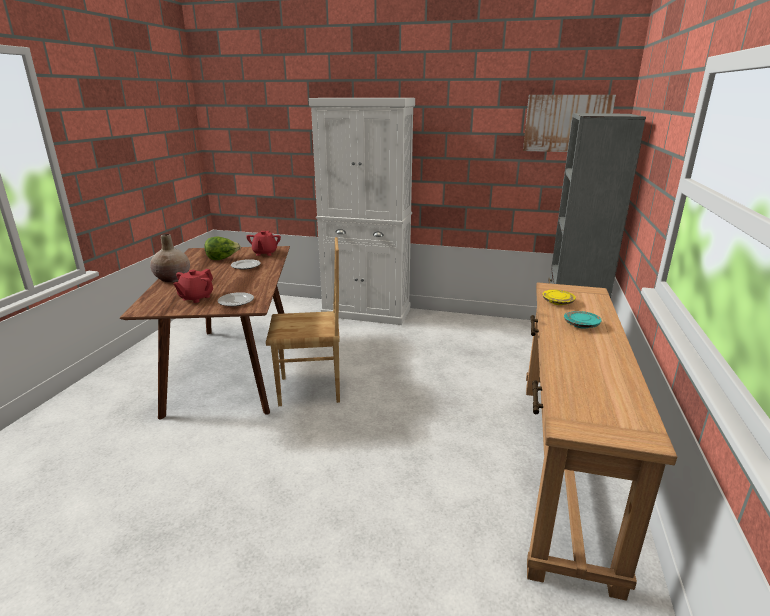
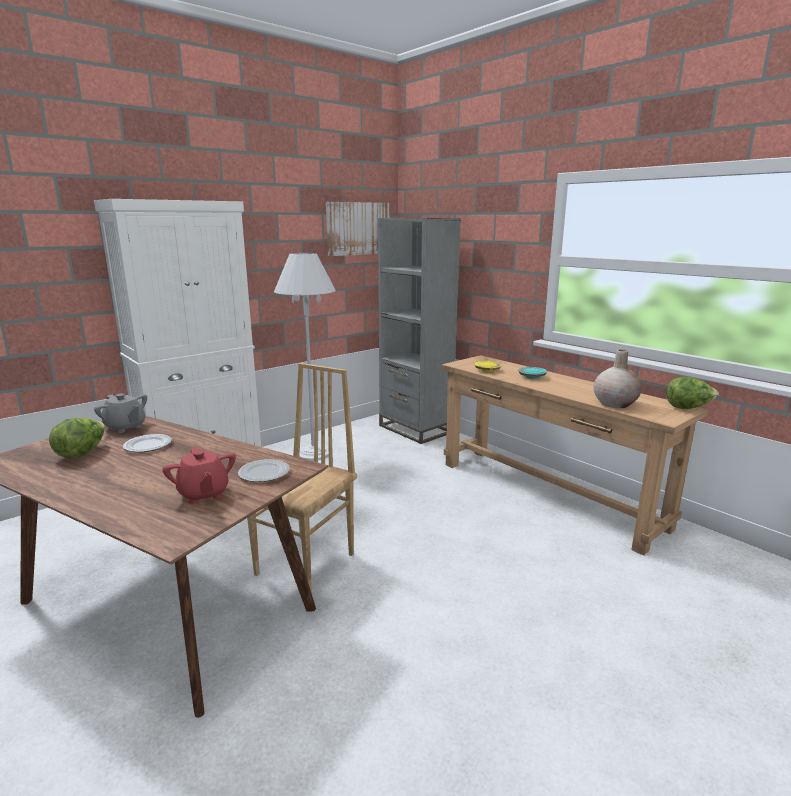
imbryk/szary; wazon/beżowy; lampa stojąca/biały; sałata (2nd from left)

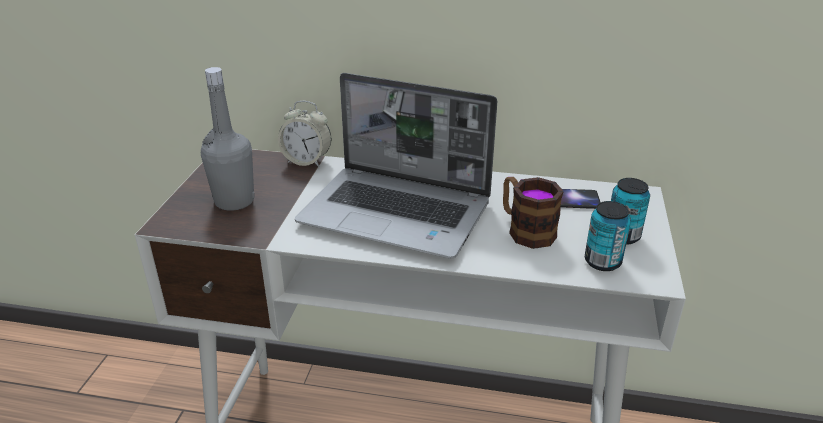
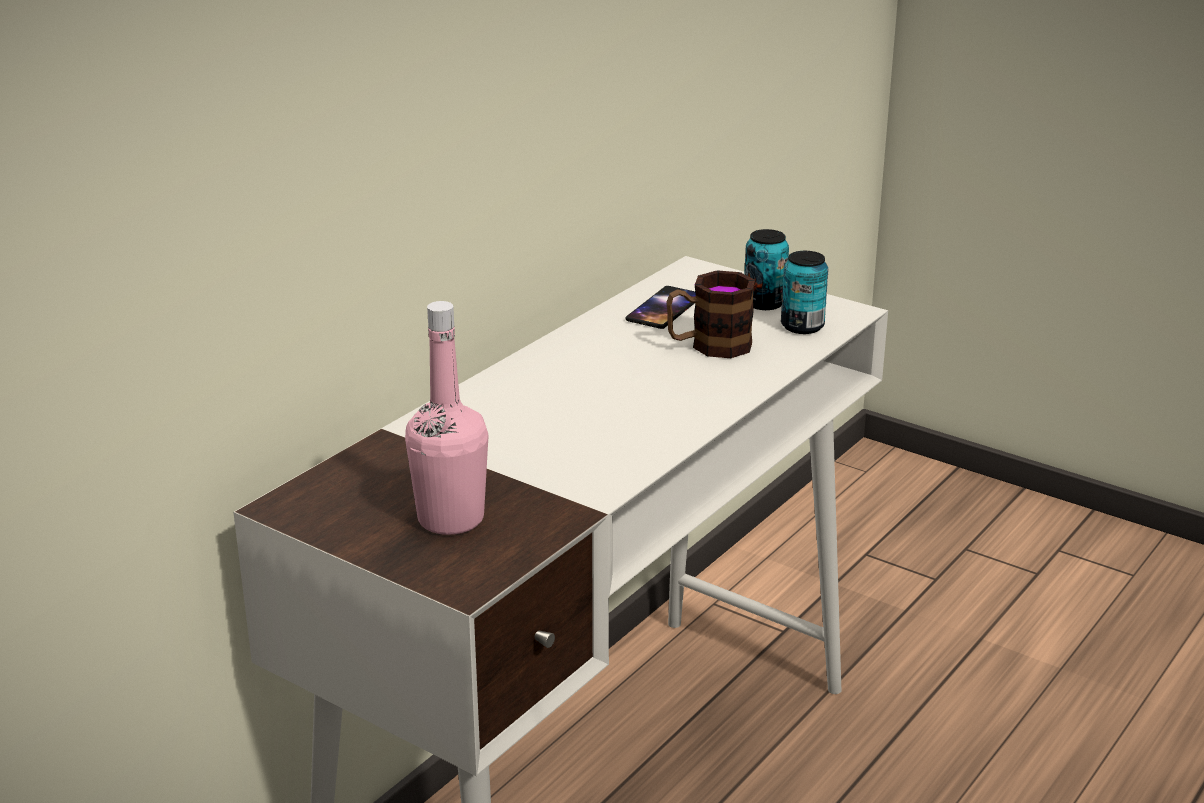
butelka/różowy; laptop; budzik

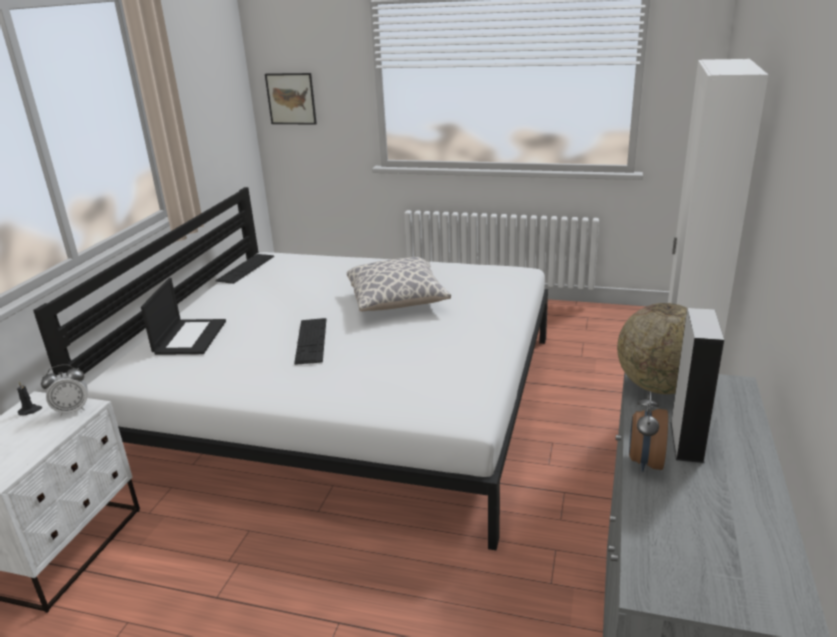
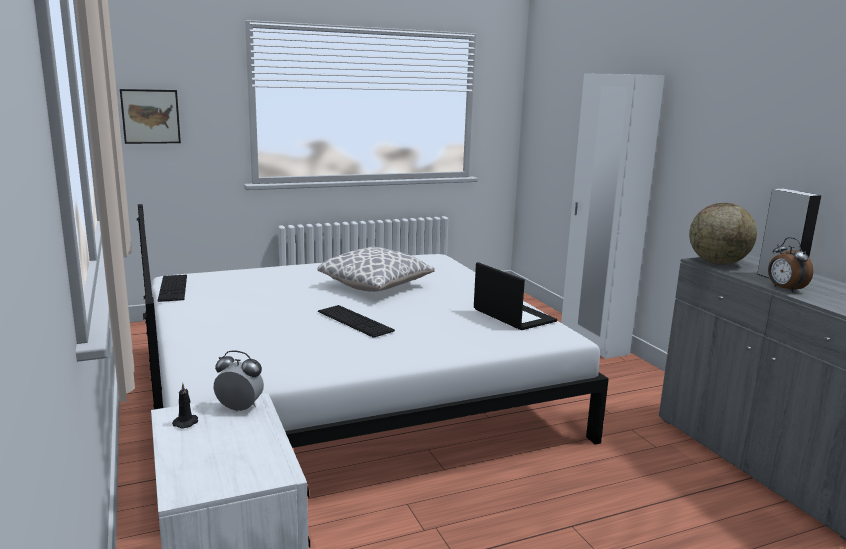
laptop; budzik (1st from left)

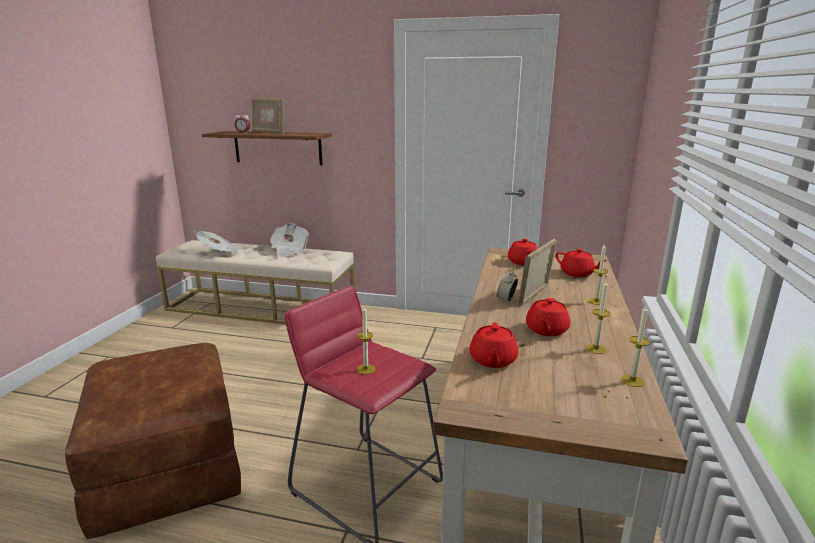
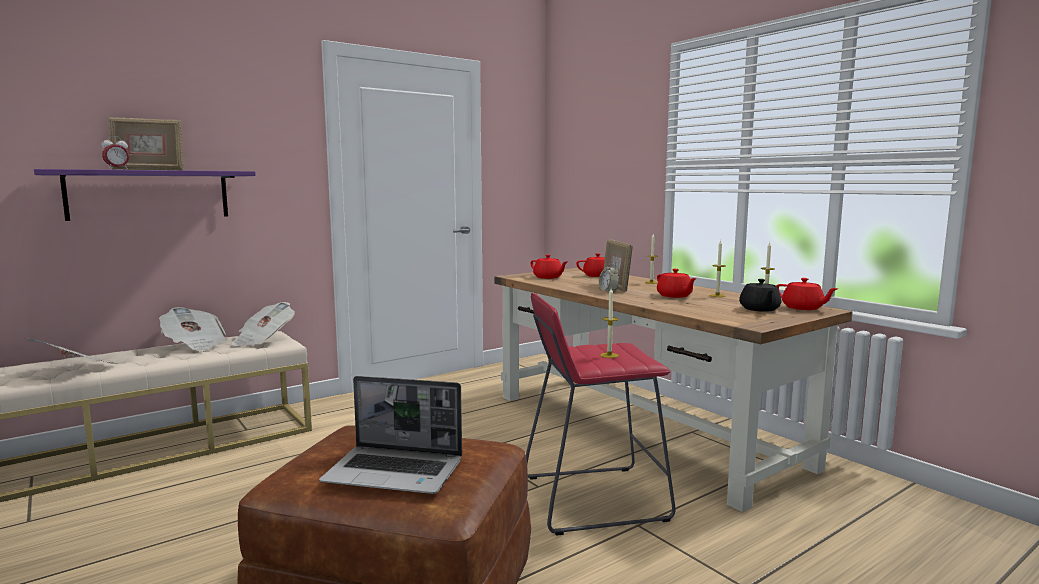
półka/fioletowy; imbryk/czerwony (4th from left); imbryk/czarny; gazeta (3rd from left); laptop

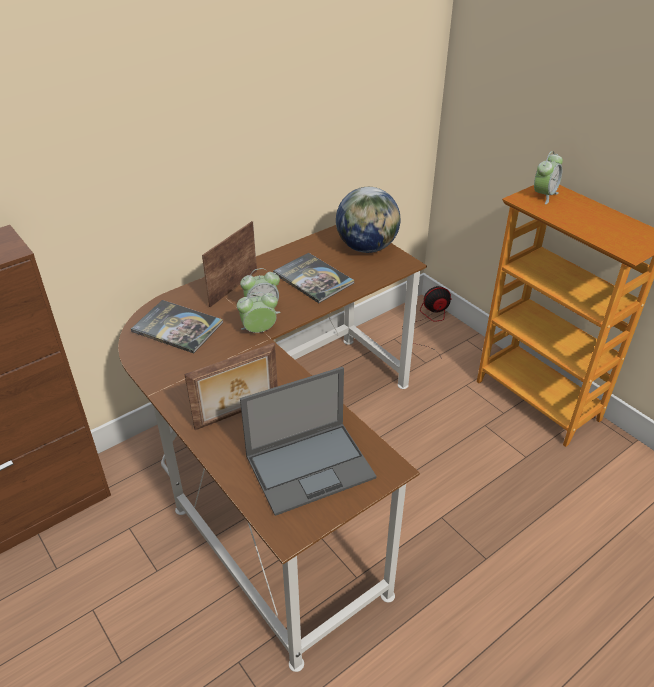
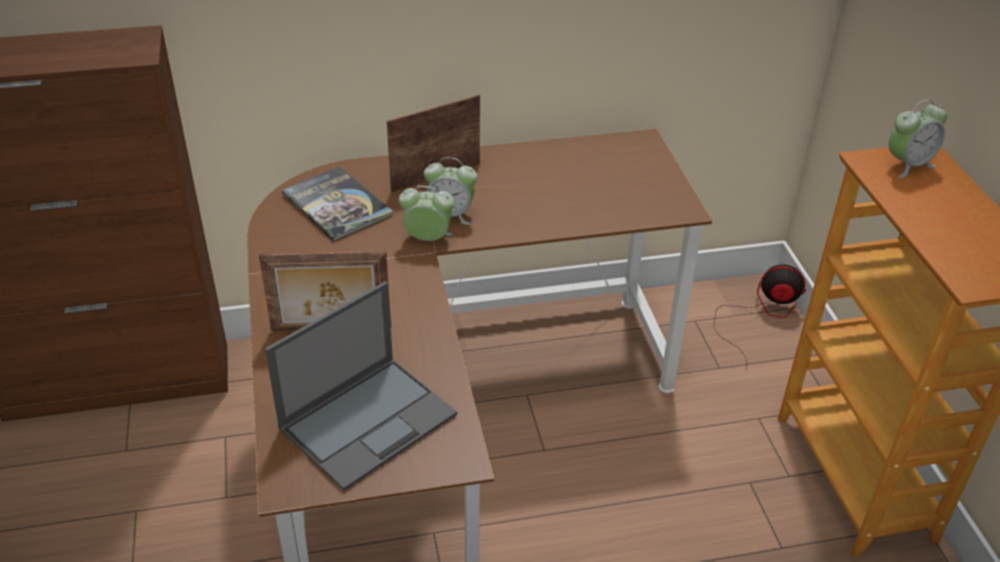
globus; książka (2nd from left in the first image); laptop

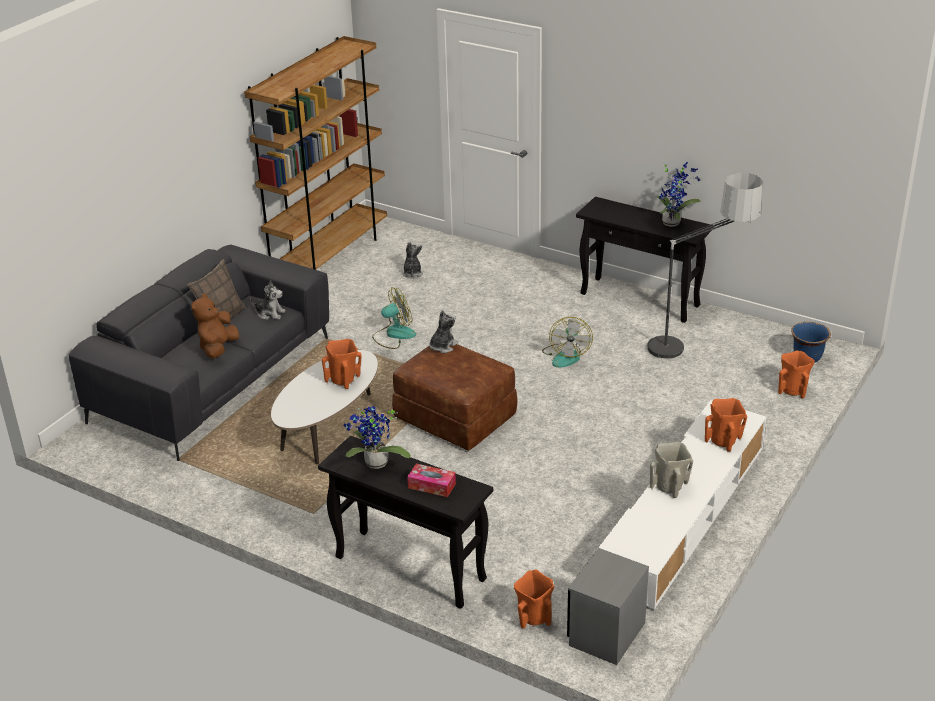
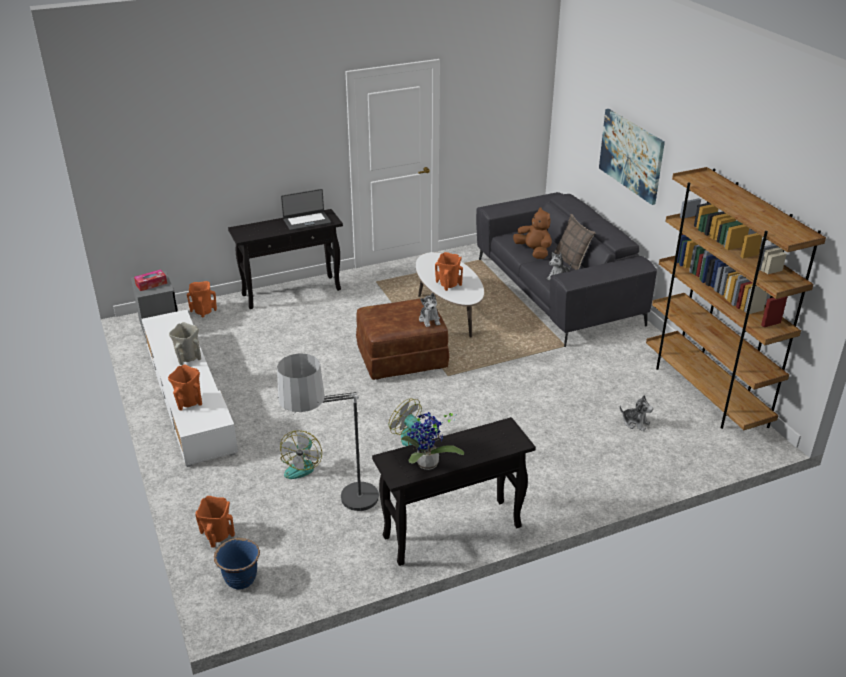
wentylator (1st from left); laptop; pudełko chusteczek; obraz

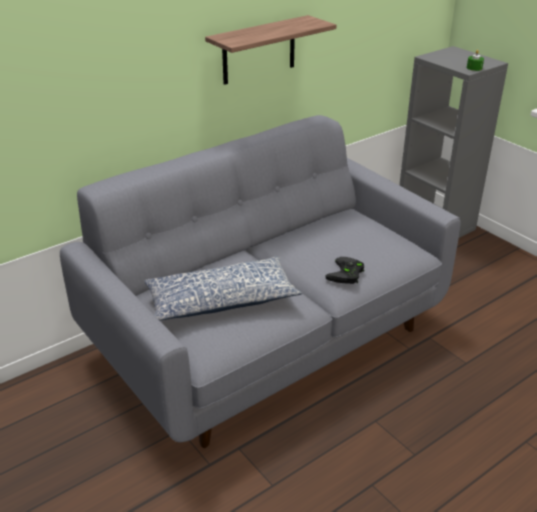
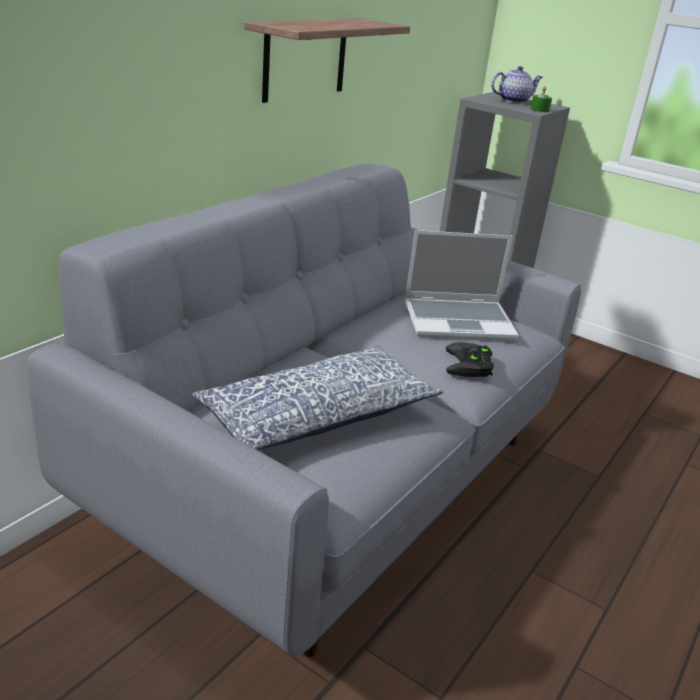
imbryk; laptop

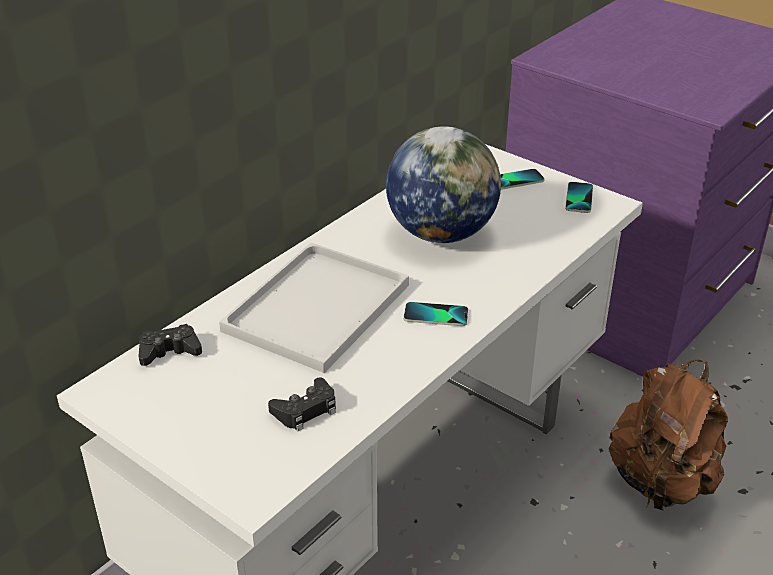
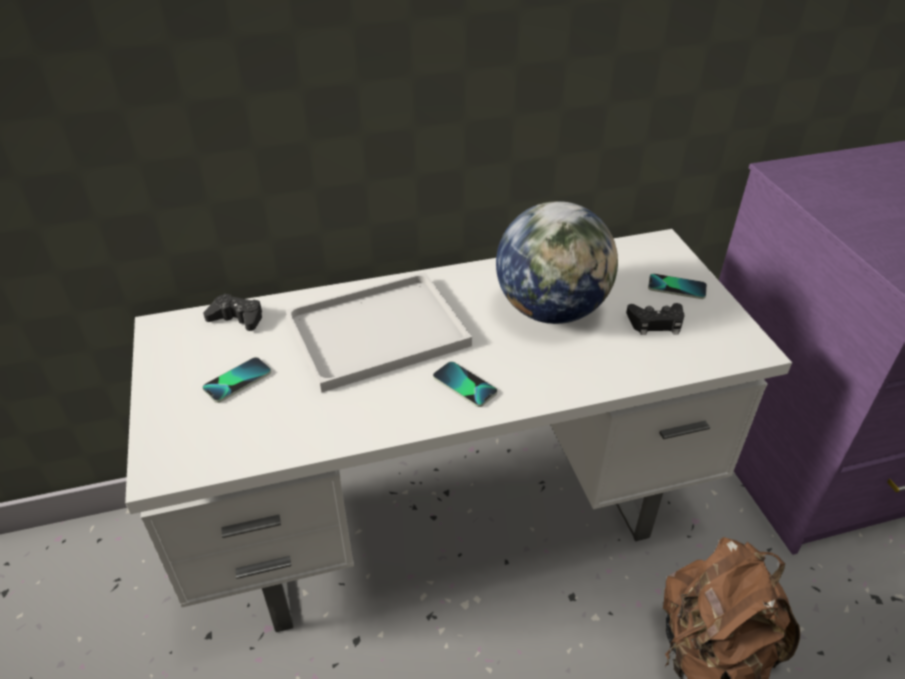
telefon (1st from left); pad do gier/czarny (2nd from left)

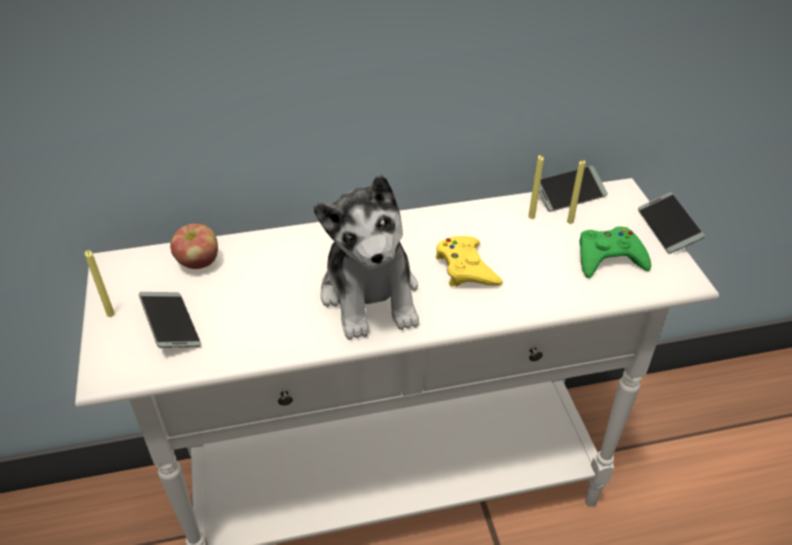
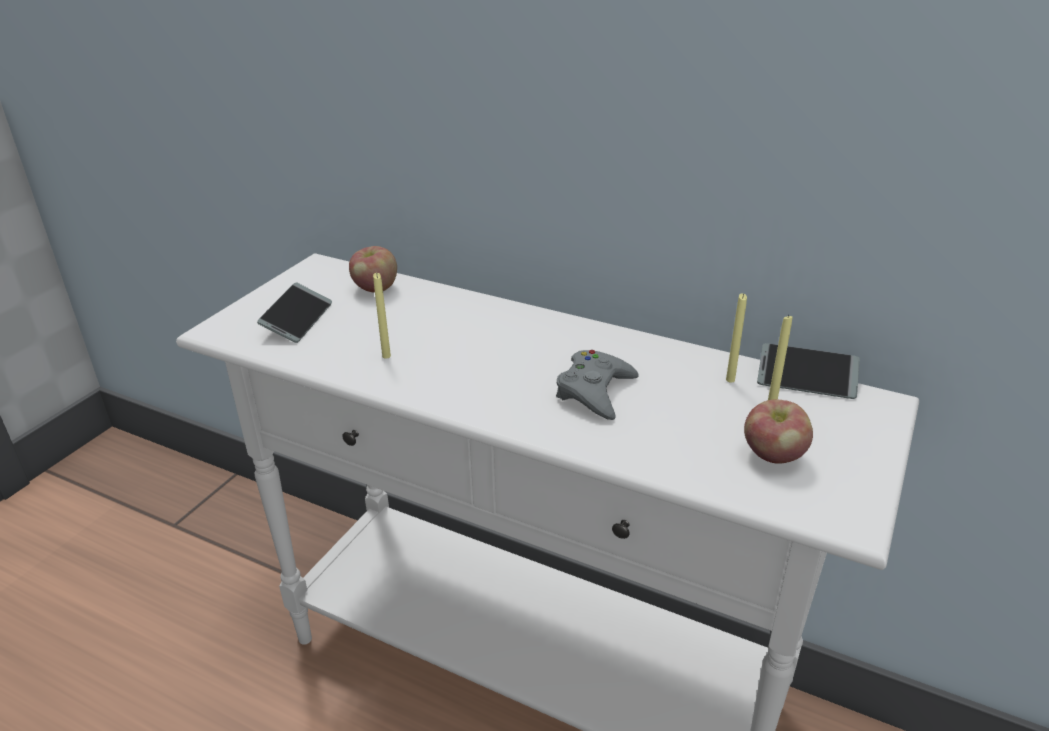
pluszak; telefon (3rd from left in the first image); jabłko (2nd from left); pad do gier/szary; świeca/żółty (1st from left)

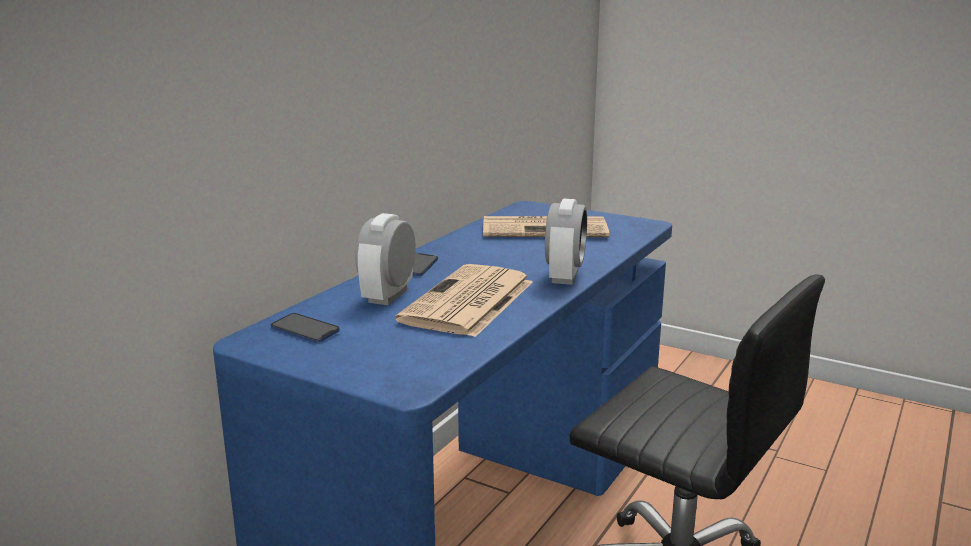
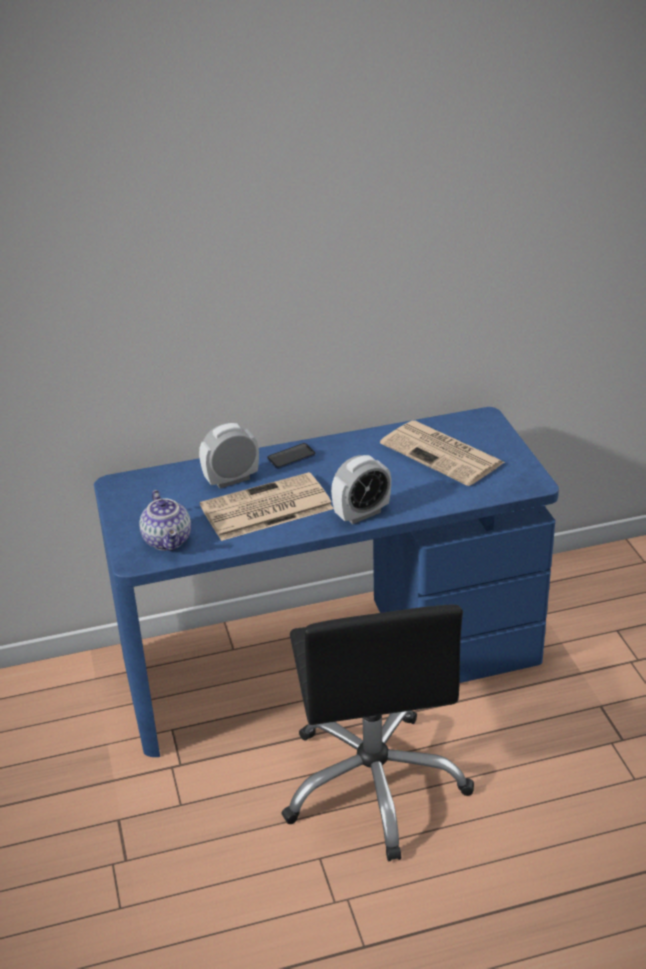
telefon (1st from left in the first image); imbryk

